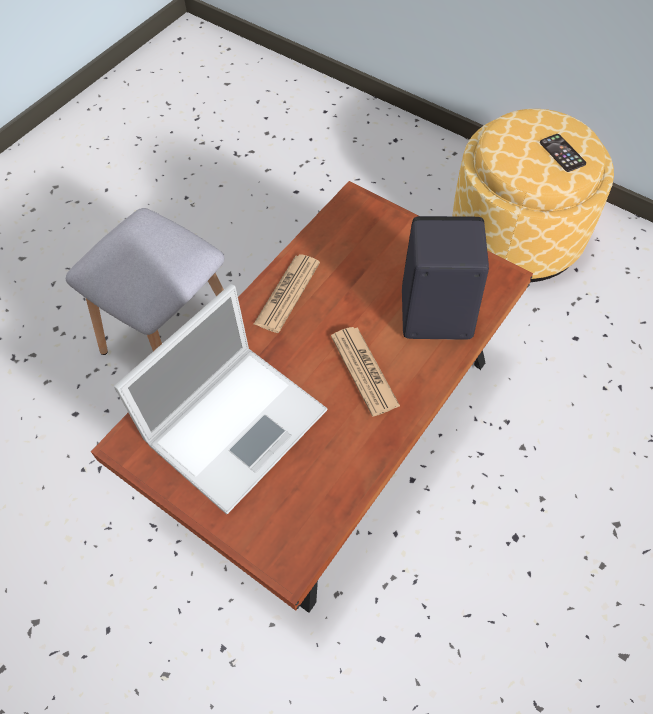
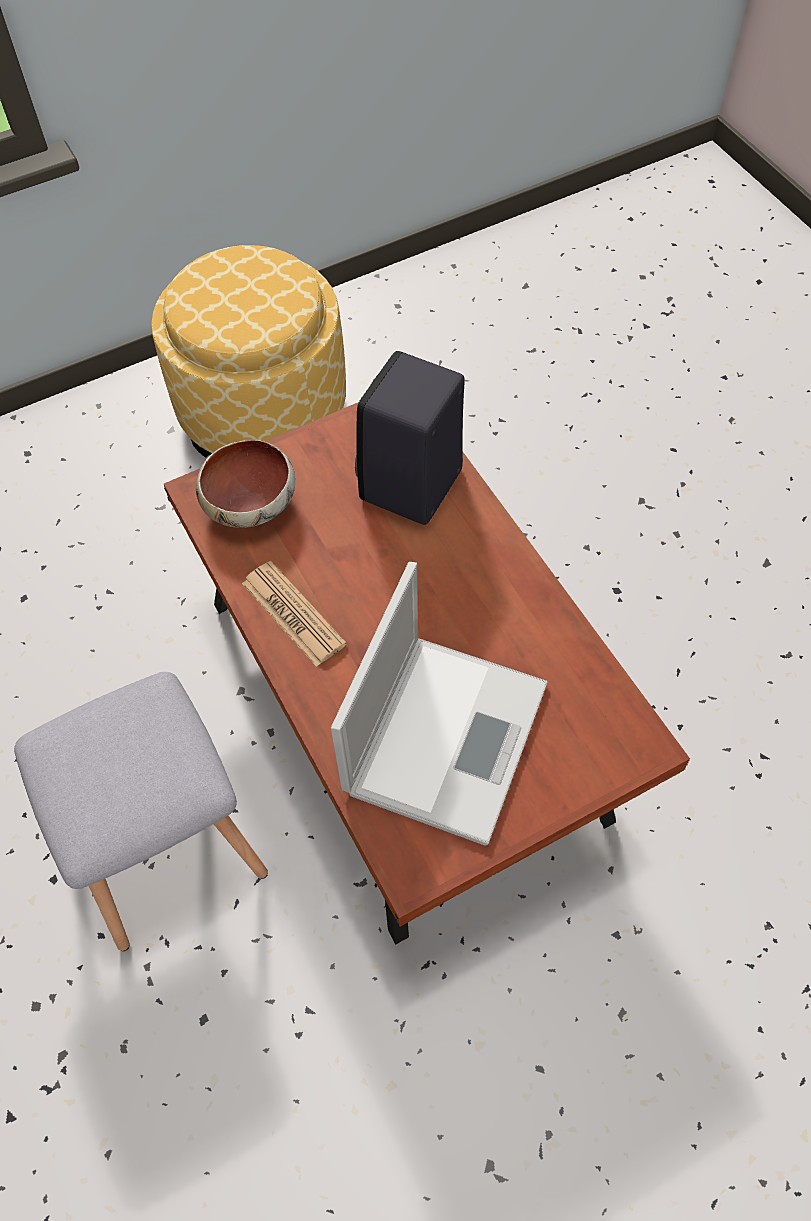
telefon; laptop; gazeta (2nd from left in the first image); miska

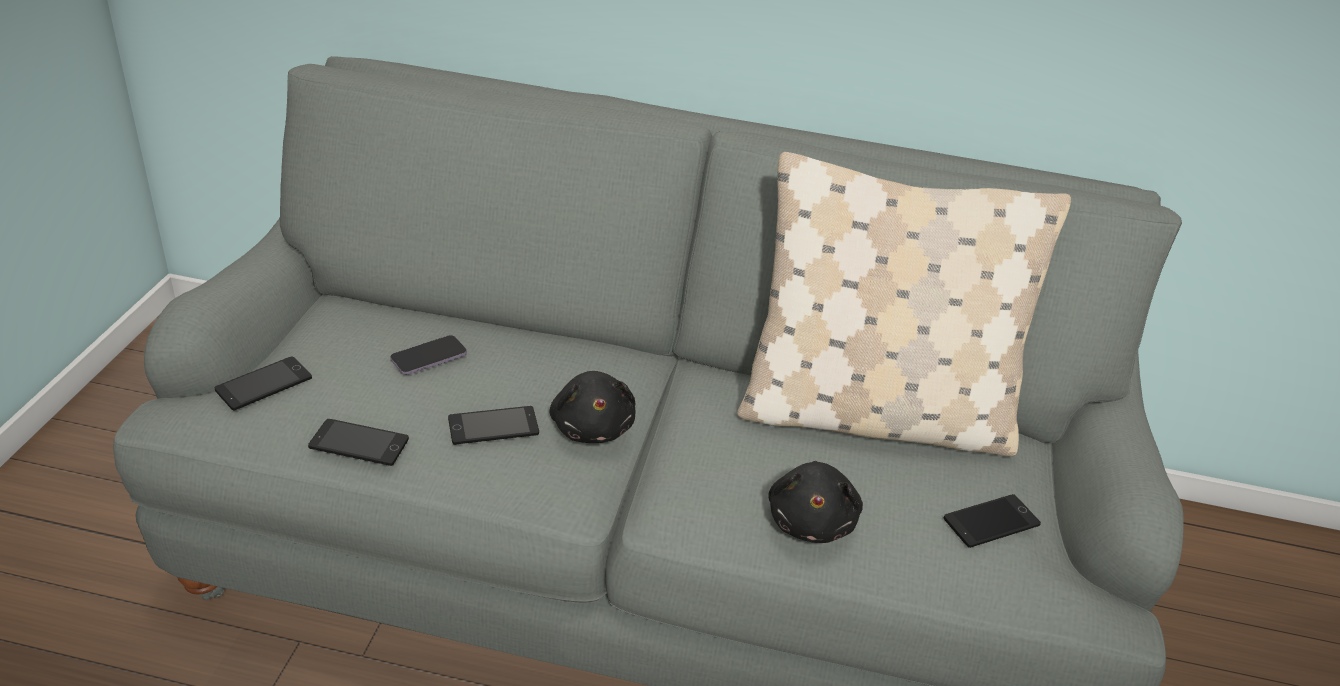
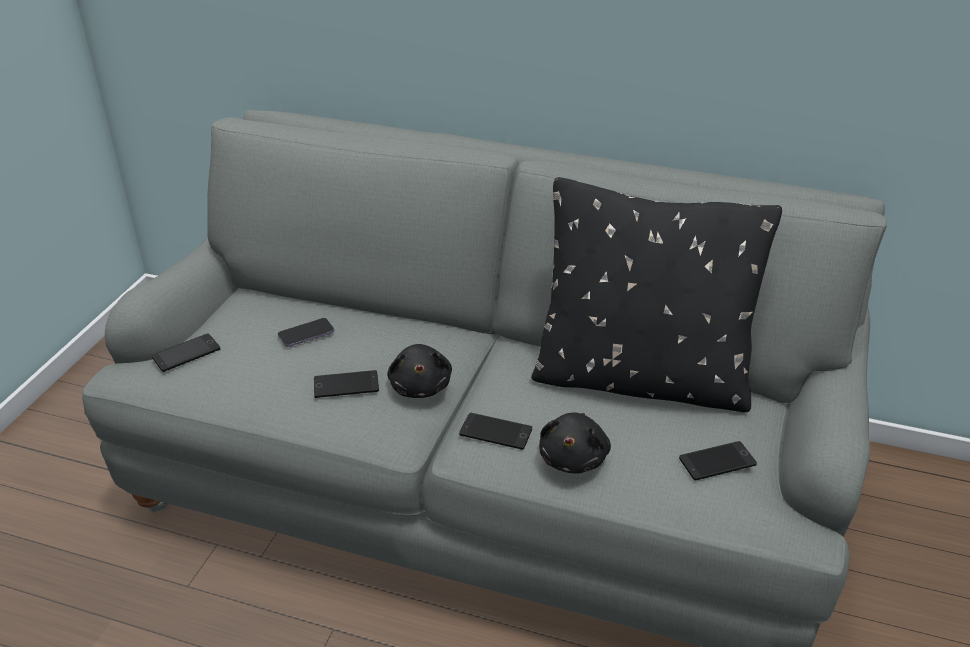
poduszka/czarny; telefon (4th from left)

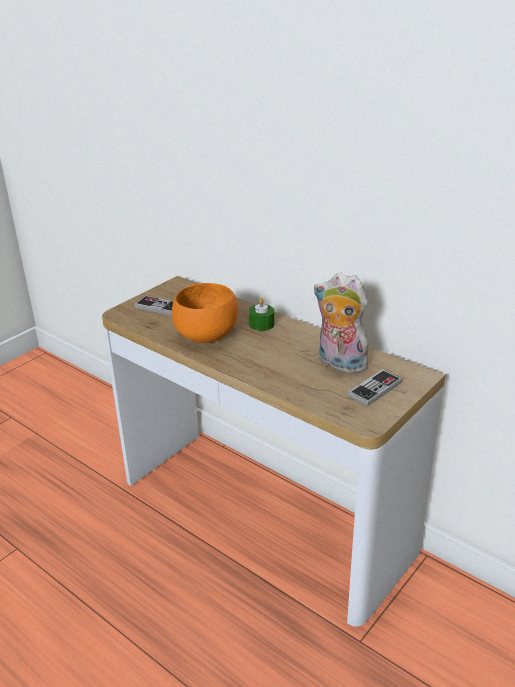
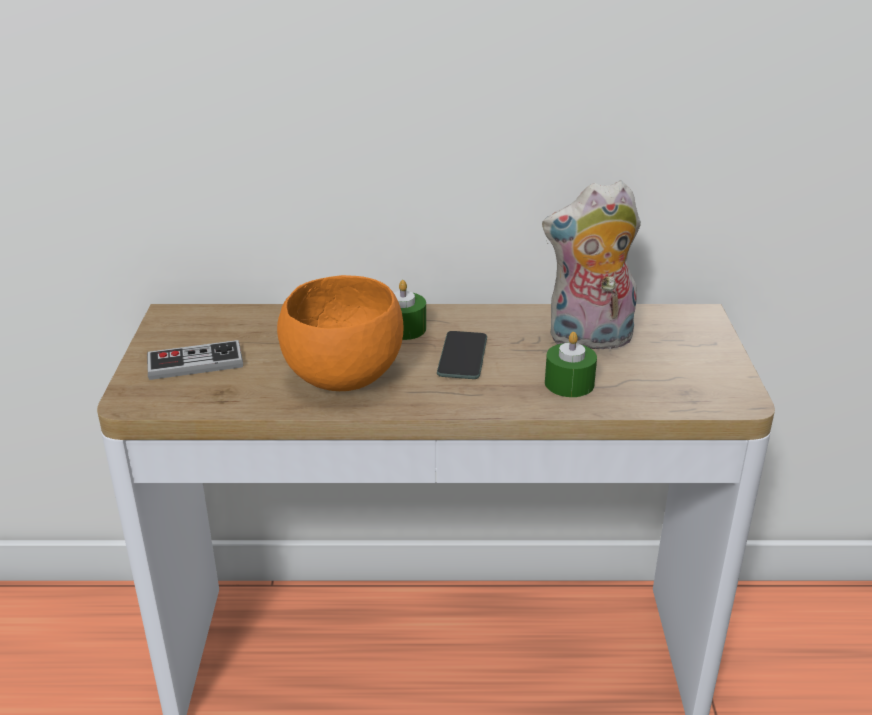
pad do gier (2nd from left in the first image); telefon; świeca/zielony (2nd from left)

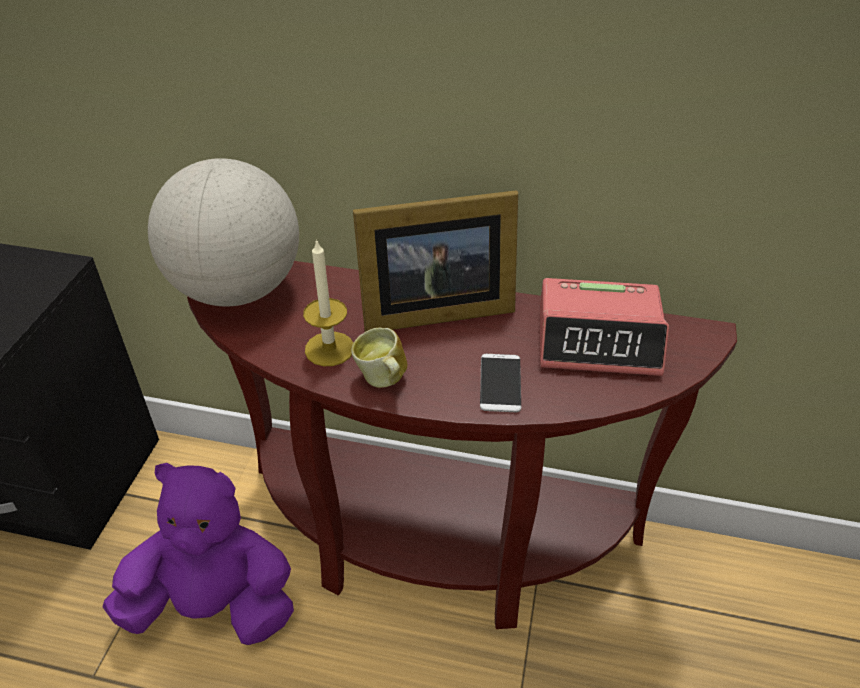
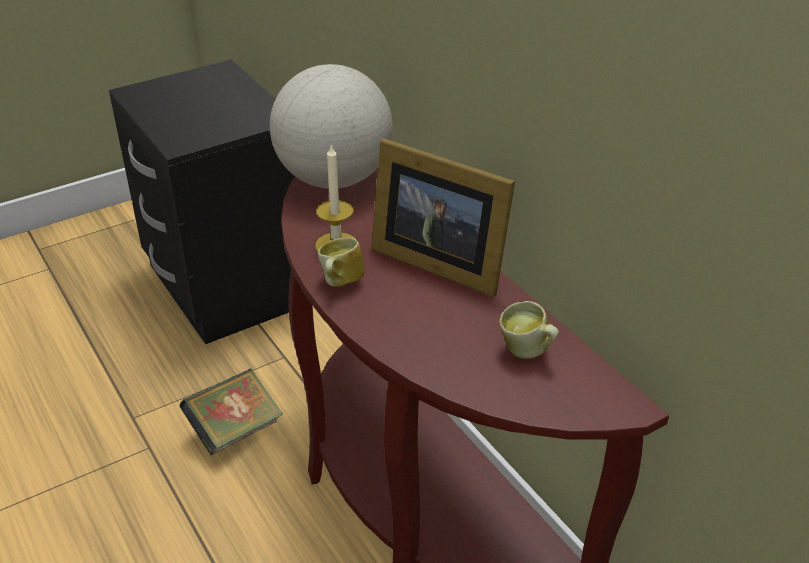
kubek (2nd from left); telefon; książka

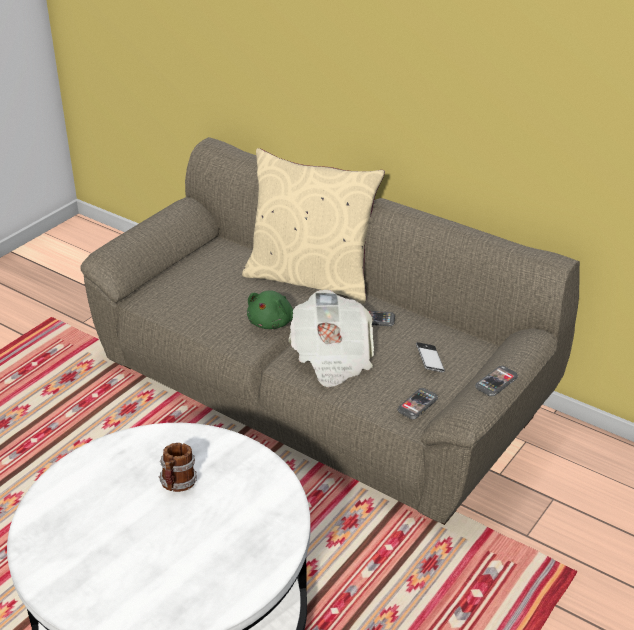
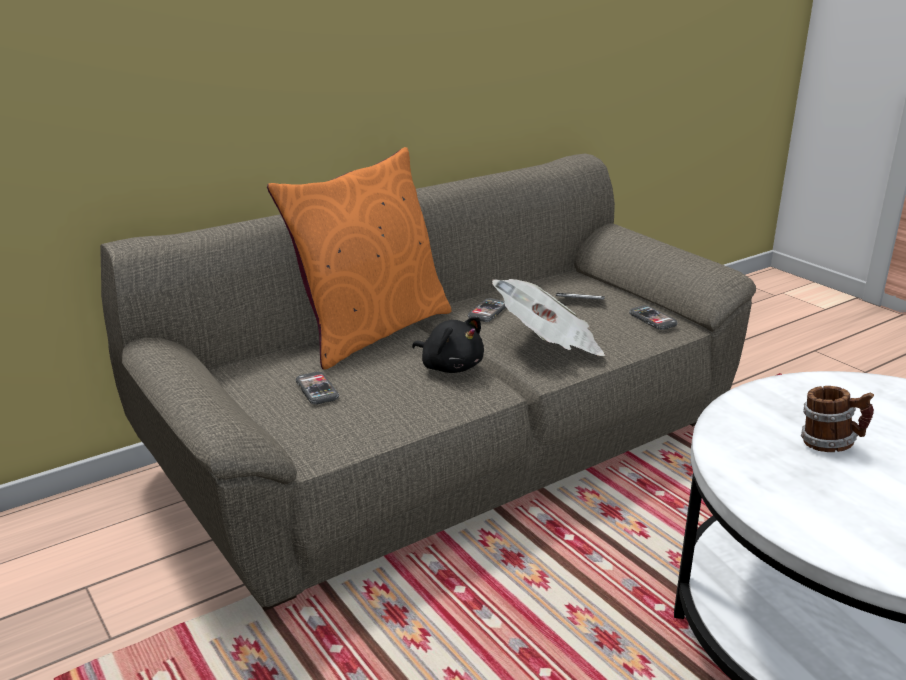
poduszka/pomarańczowy; pluszak/czarny; telefon (1st from left)

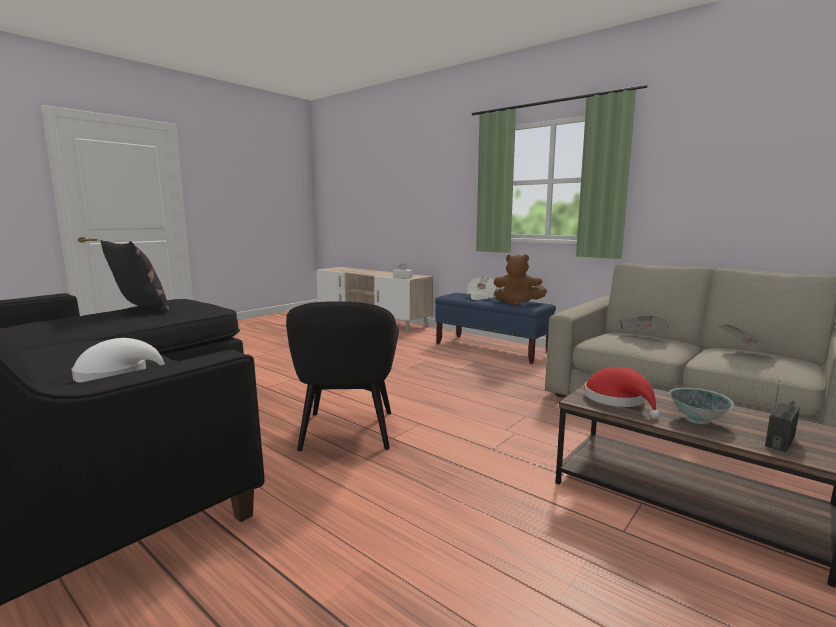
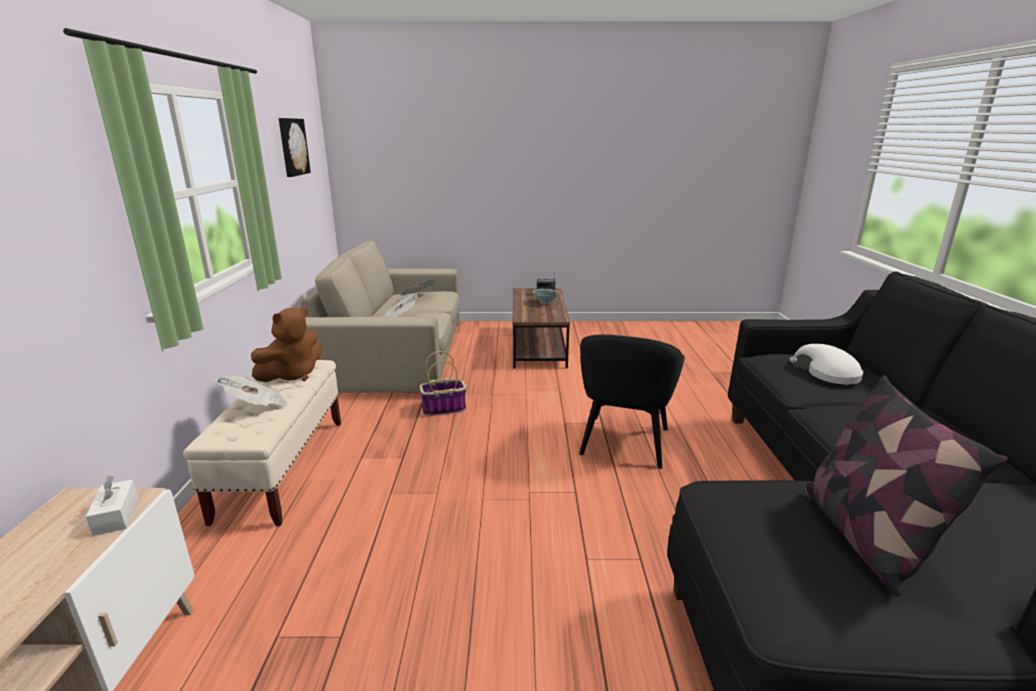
pluszak/brązowy; ławka/beżowy; fotel/czarny; kapelusz/czerwony; obraz; koszyk

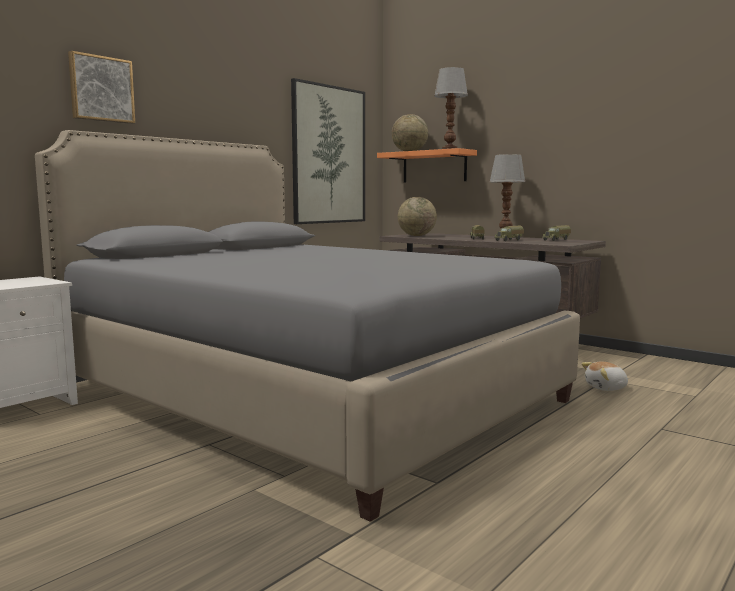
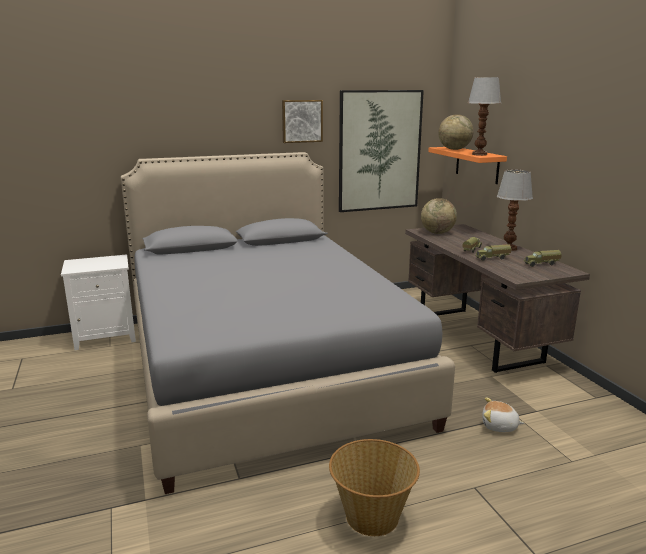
obraz (1st from left); koszyk

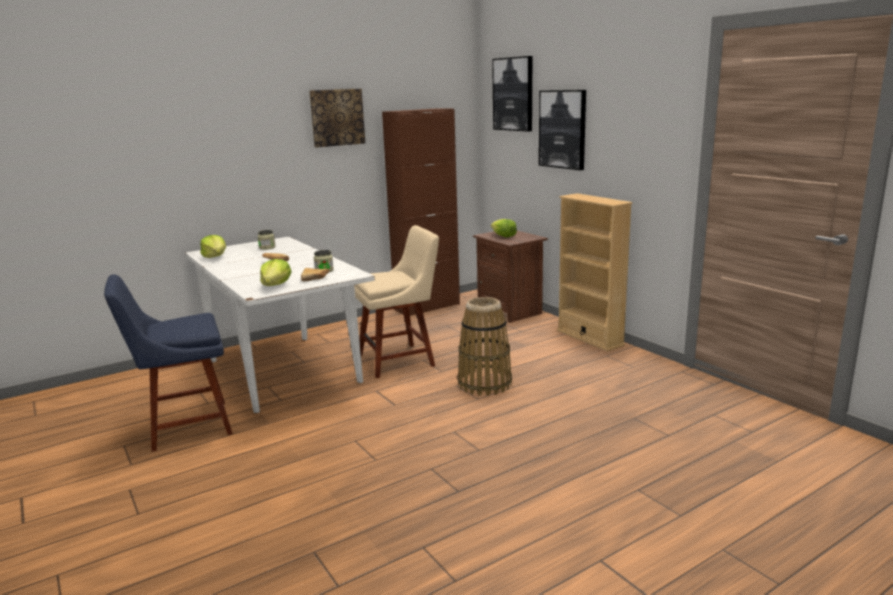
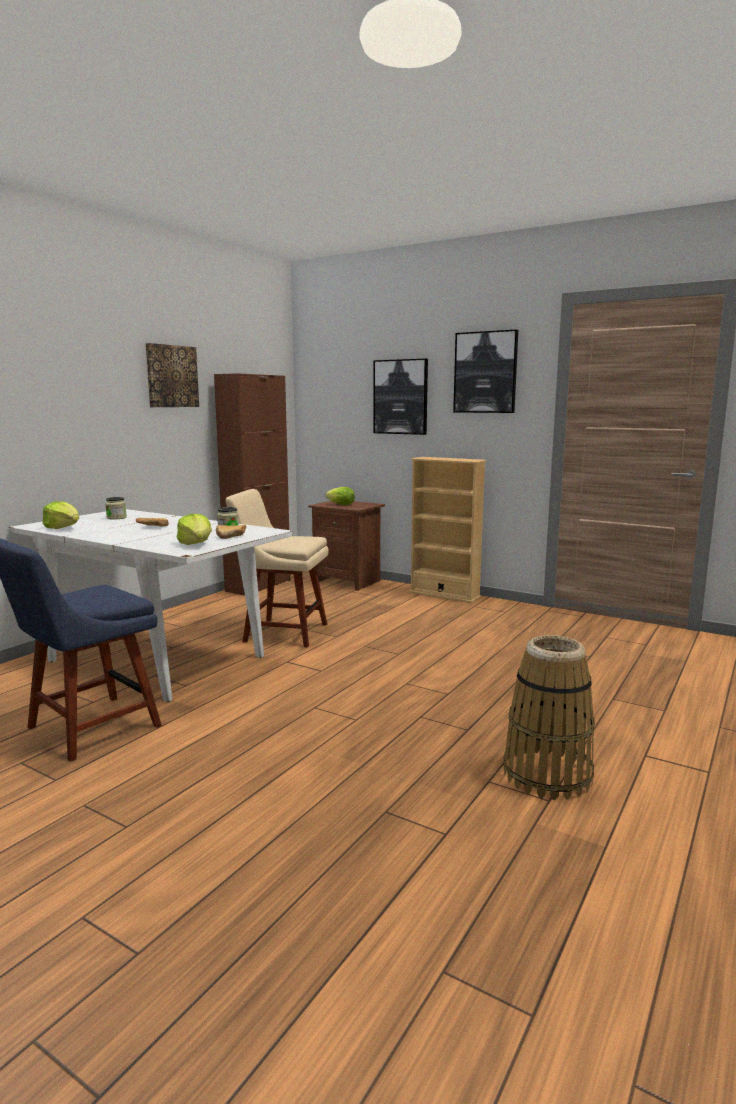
obraz (3rd from left); krzesło/beżowy; koszyk

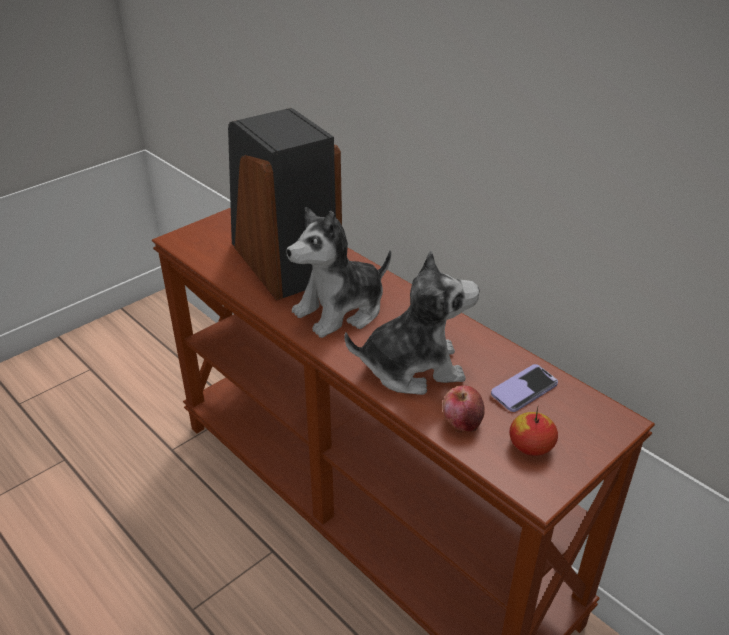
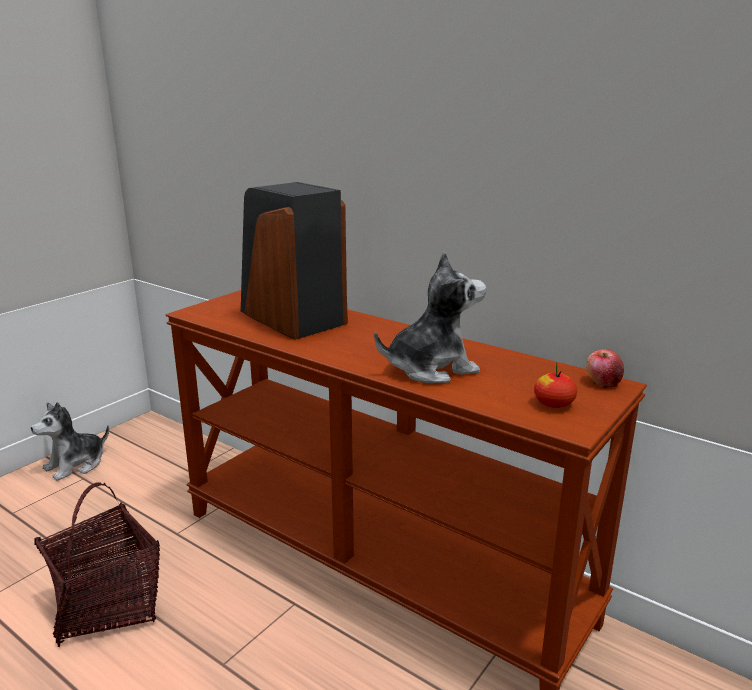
pluszak (1st from left); telefon; jabłko (2nd from left); koszyk

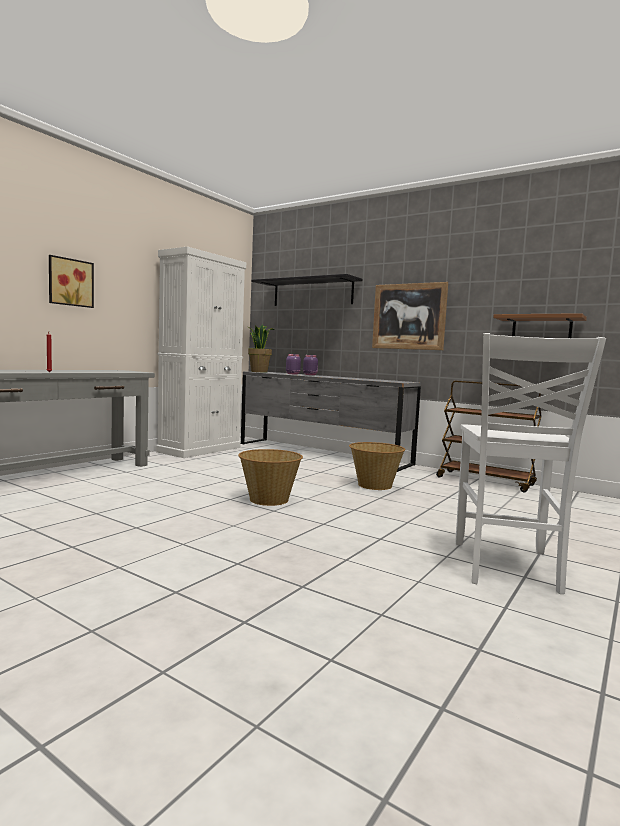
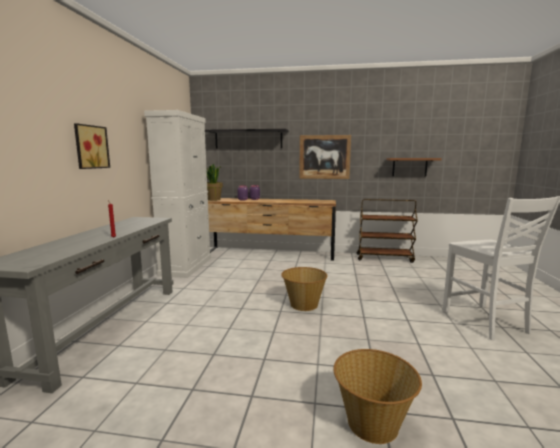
komoda/brązowy; koszyk (2nd from left)

